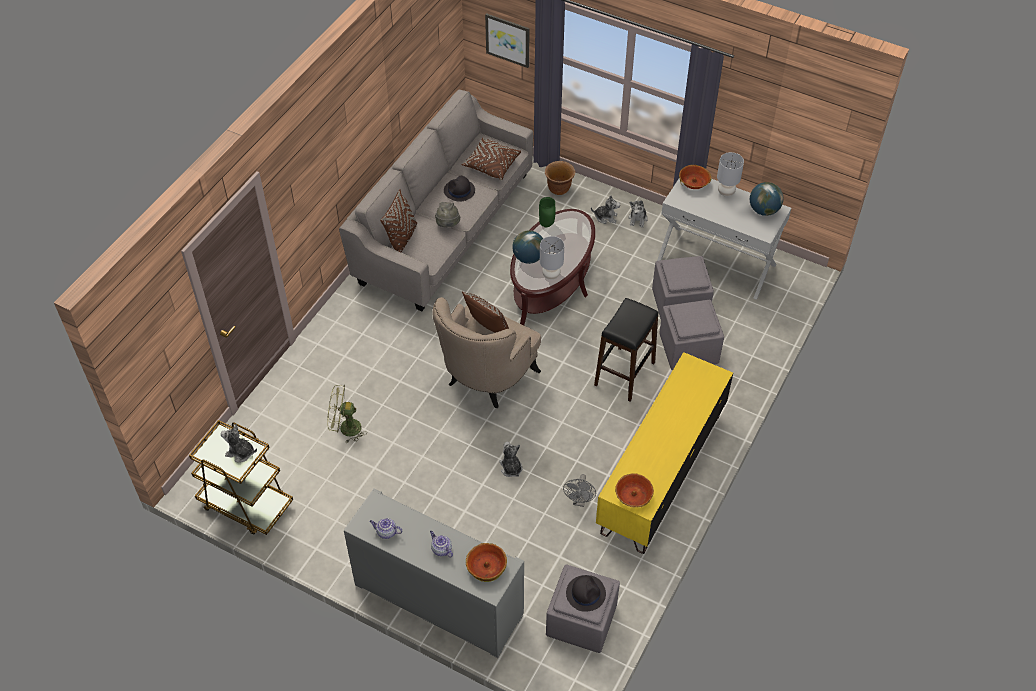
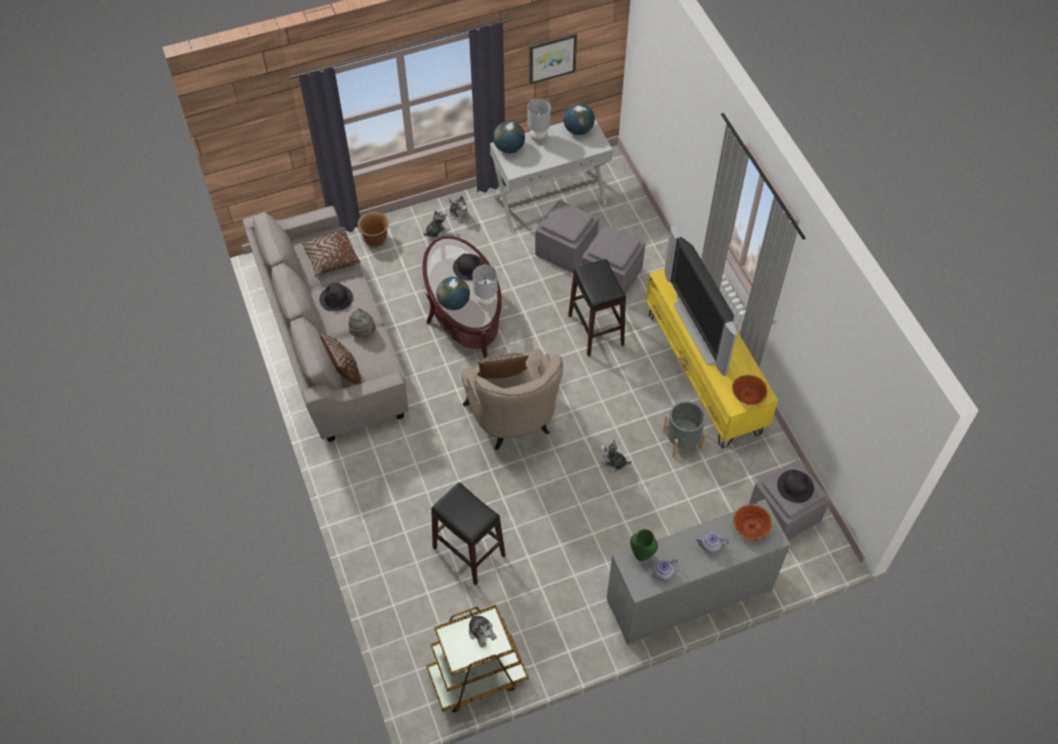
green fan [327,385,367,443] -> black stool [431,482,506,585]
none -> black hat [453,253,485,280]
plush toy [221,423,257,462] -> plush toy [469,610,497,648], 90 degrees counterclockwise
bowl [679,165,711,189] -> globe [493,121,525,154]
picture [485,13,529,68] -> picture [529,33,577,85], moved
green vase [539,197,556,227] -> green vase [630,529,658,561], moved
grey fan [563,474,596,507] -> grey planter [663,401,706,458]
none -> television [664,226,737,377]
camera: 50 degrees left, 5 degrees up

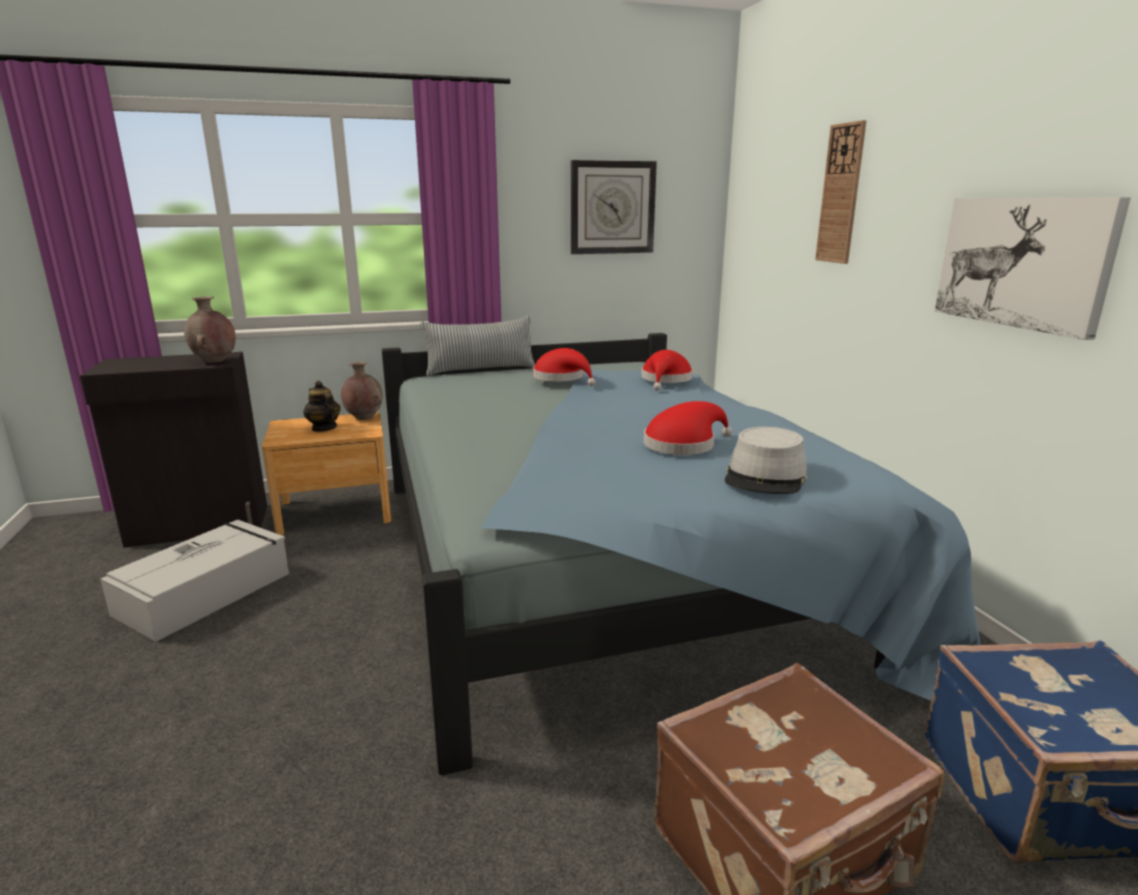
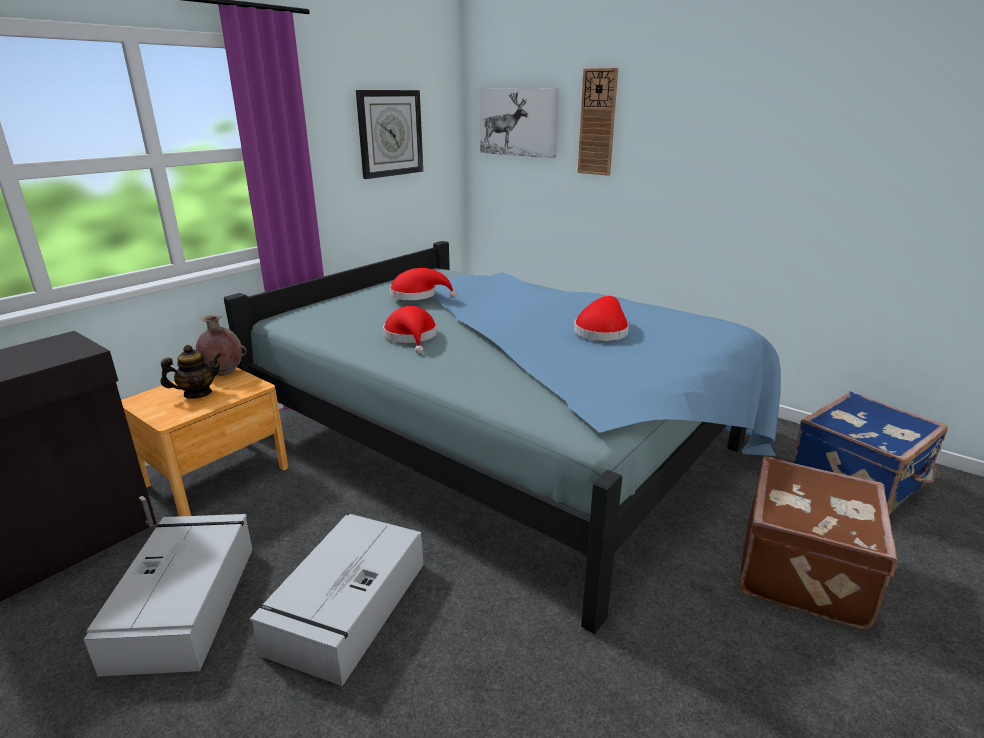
teapot [303,381,341,432] -> teapot [161,345,222,399], 135 degrees clockwise
none -> grey storage box [249,514,423,686]
red hat [641,350,693,390] -> red hat [383,306,437,354], moved
picture [935,197,1131,340] -> picture [480,88,559,158], moved
brown vase [184,296,236,363] -> none
pillow [420,316,535,376] -> none
grey hat [724,427,807,494] -> none
camera: 35 degrees left, 5 degrees up

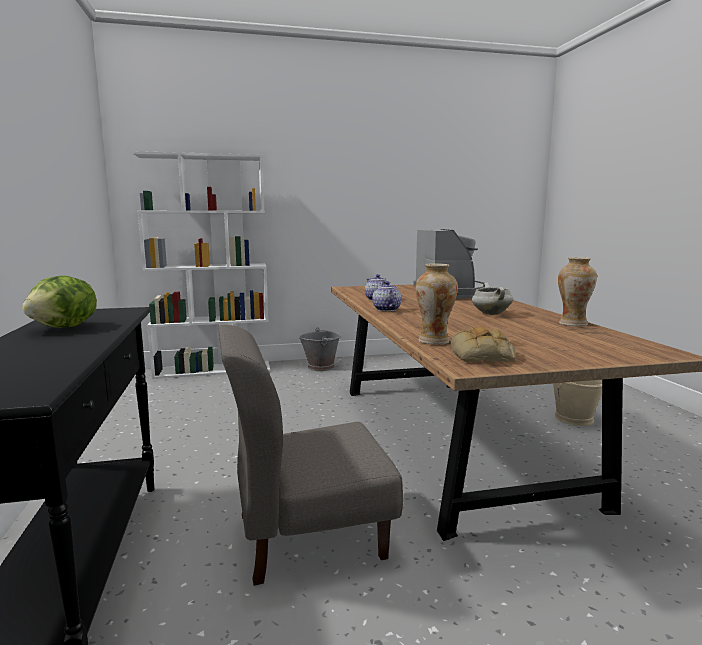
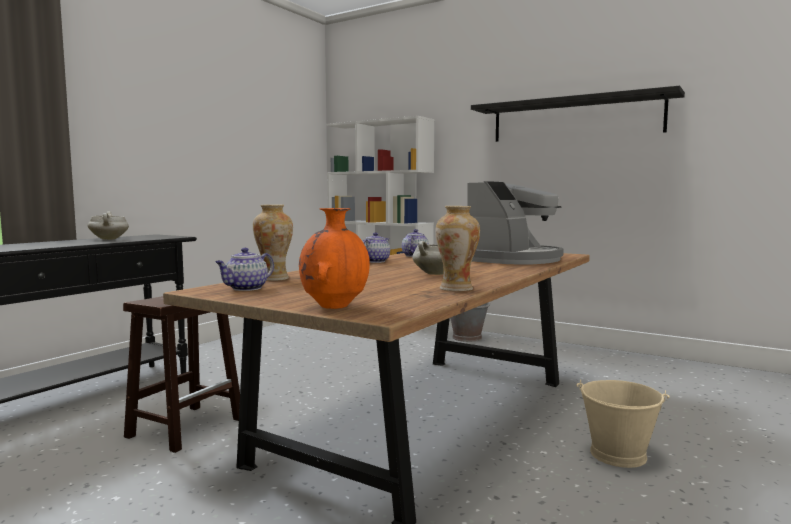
lettuce [22,276,97,328] -> white cooking pot [87,211,129,240]
grey chair [218,325,403,586] -> brown stool [123,296,240,453]
bread [451,326,516,362] -> teapot [215,248,274,291]
none -> orange vase [299,208,370,309]
none -> black shelf [471,86,685,142]
camera: 45 degrees right, 5 degrees down

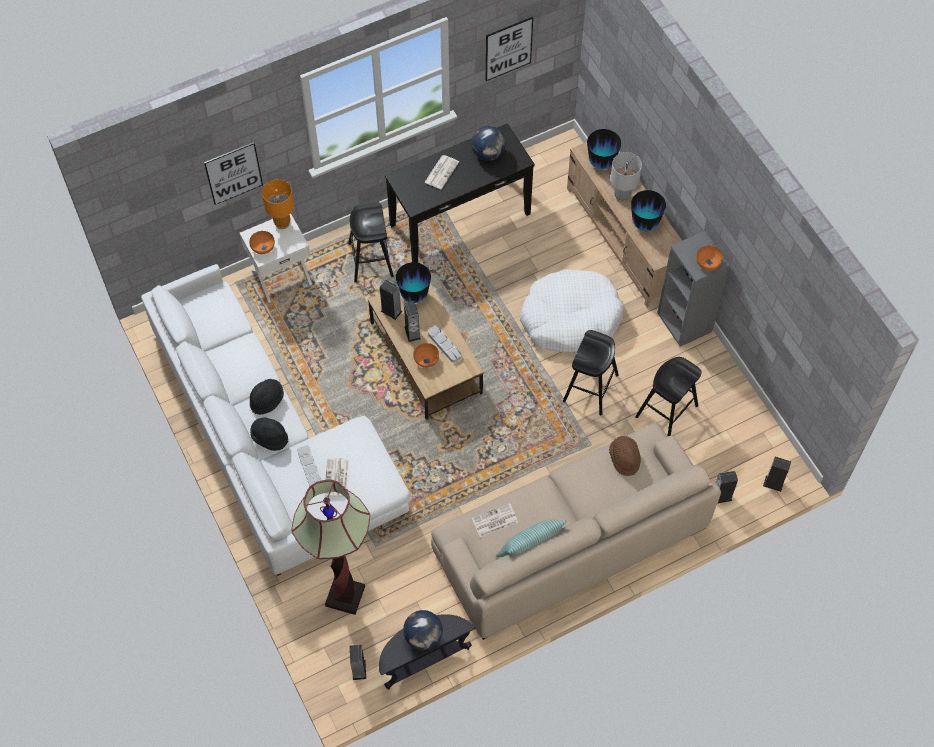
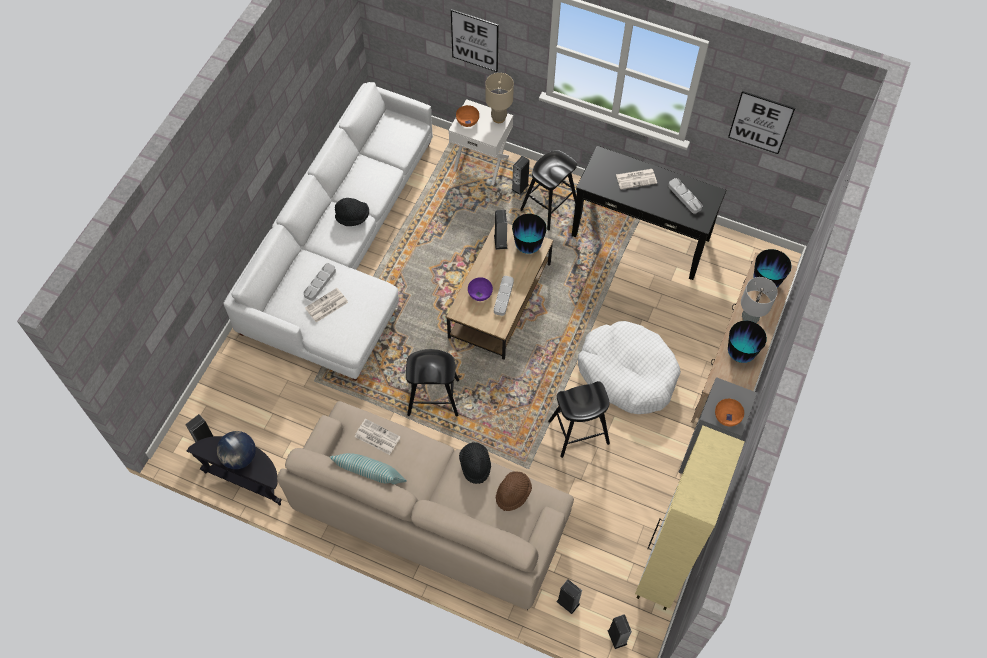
black stool [635,357,701,437] -> black stool [406,349,459,416], moved
black hat [250,417,288,451] -> black hat [459,442,491,484], moved
orange bowl [414,343,439,368] -> purple bowl [468,277,493,301]
orange table lamp [262,179,294,229] -> beige table lamp [485,73,514,123]
speaker [404,301,421,342] -> speaker [512,156,530,195], moved
none -> beige cabinet [635,426,745,610]
globe [471,126,506,161] -> grey tray [668,178,703,214]
floor lamp [291,479,370,615] -> none
camera: 50 degrees right, 0 degrees up

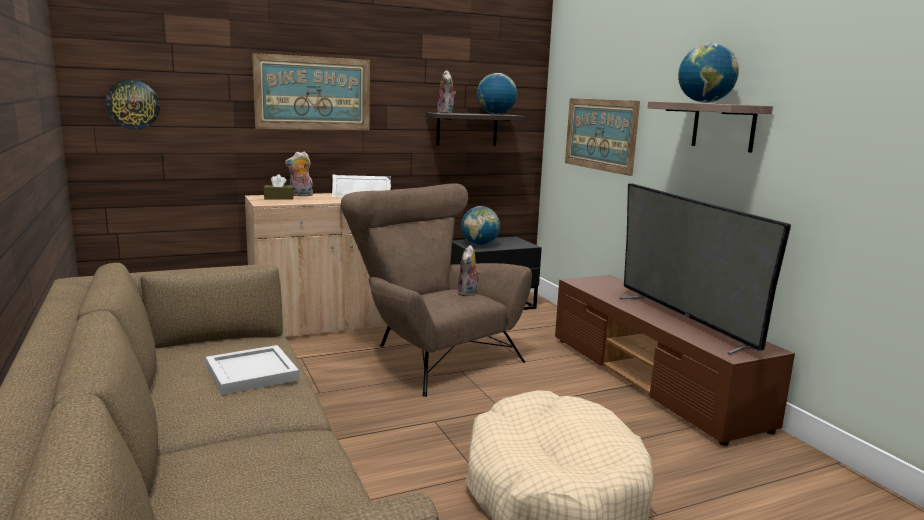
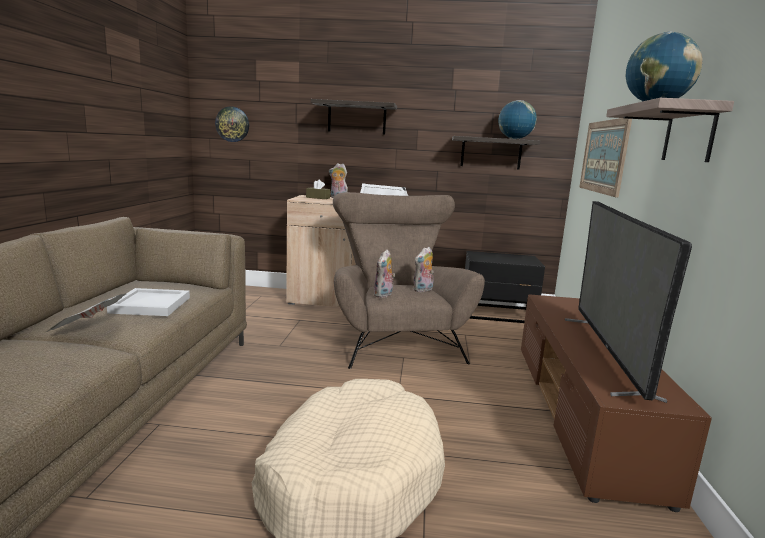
none -> newspaper [46,293,127,332]
picture [252,53,370,130] -> shelf [311,99,397,134]
plush toy [437,70,456,113] -> plush toy [373,250,395,298], moved
globe [461,206,500,246] -> none
camera: 30 degrees right, 0 degrees up

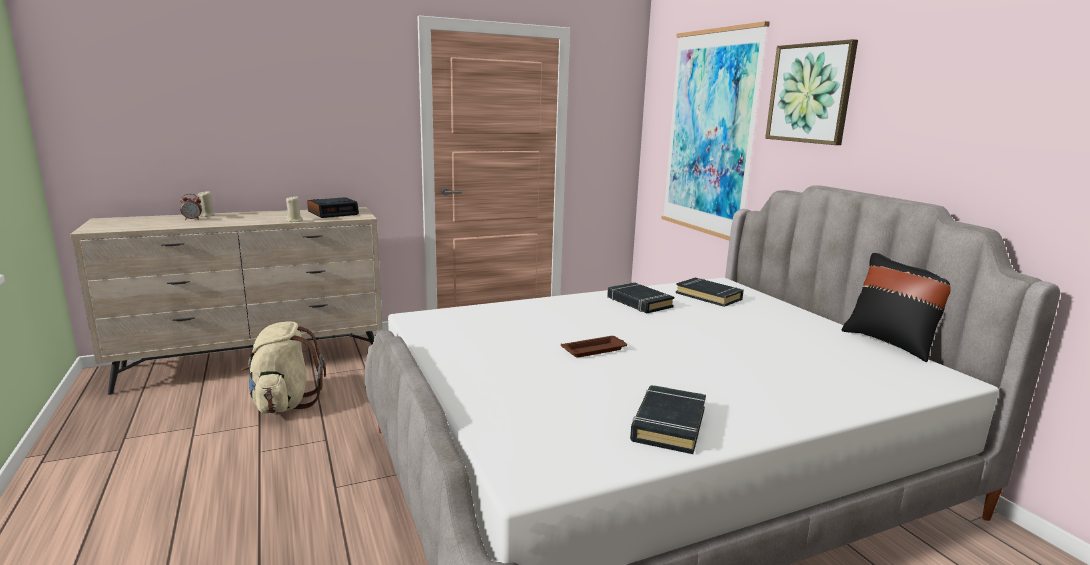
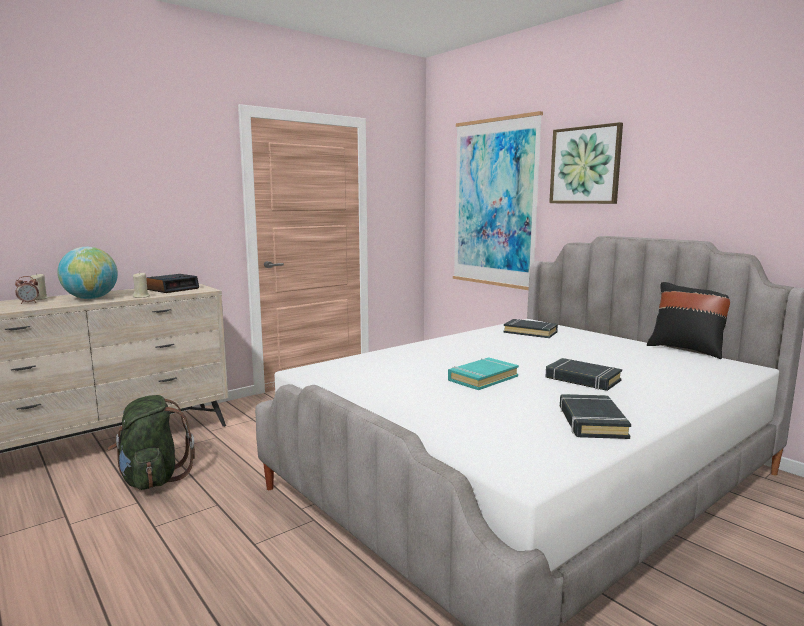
none -> globe [58,247,118,299]
beige backpack [241,321,326,413] -> green backpack [108,395,195,490]
brown tray [561,336,627,358] -> turquoise book [448,357,519,390]
black book [607,282,674,313] -> black book [545,358,622,391], moved
camera: 15 degrees left, 5 degrees down

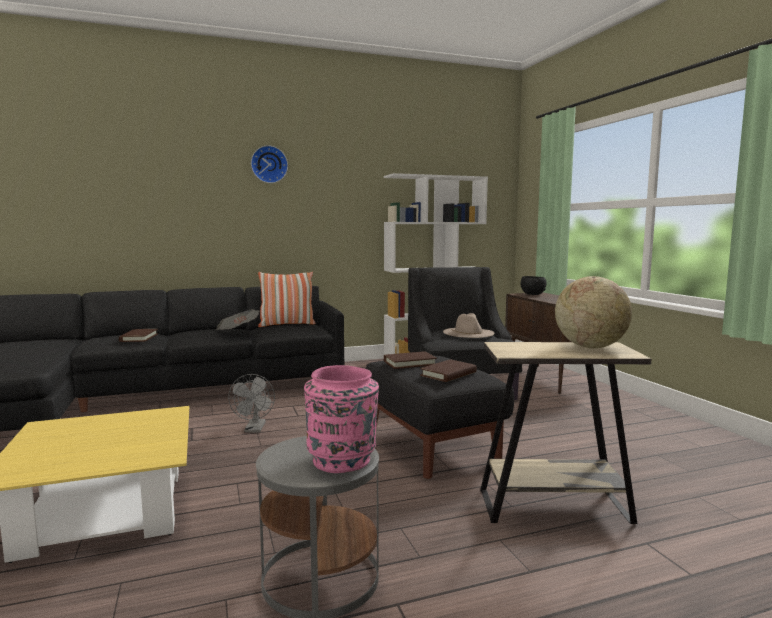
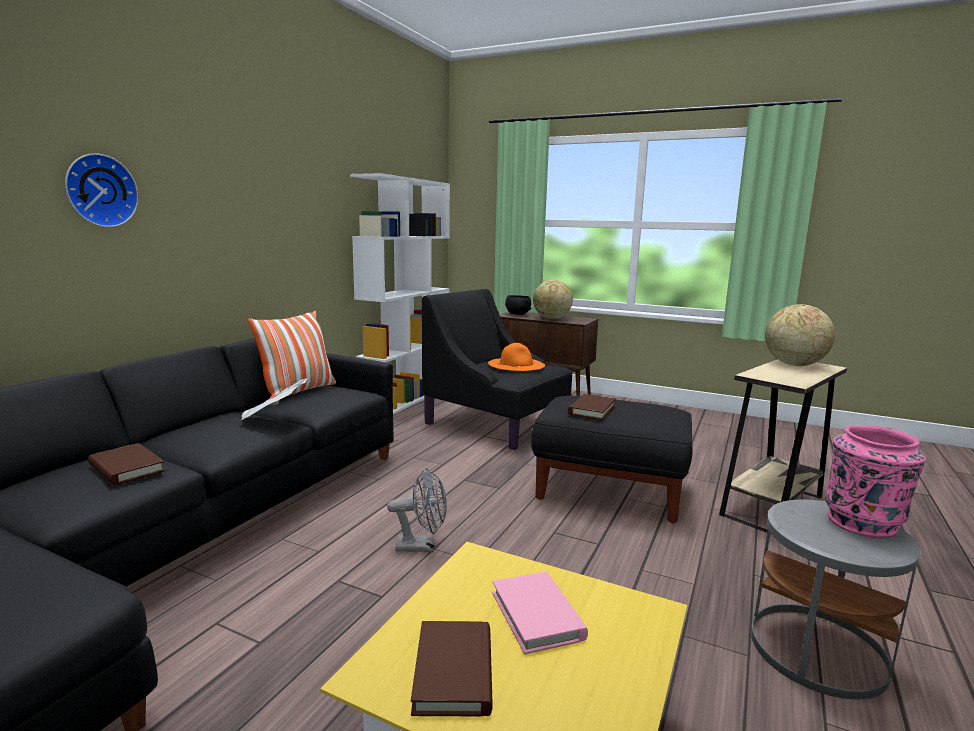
wall clock [251,145,288,183] -> wall clock [65,153,139,228], moved
grey fan [228,374,275,432] -> grey fan [387,468,447,552], 45 degrees counterclockwise
brown book [420,359,477,382] -> brown book [411,621,492,716], moved
beige hat [443,313,495,338] -> orange hat [488,343,545,371]
none -> pink book [492,572,588,654]
none -> globe [533,280,573,319]
camera: 45 degrees left, 5 degrees up

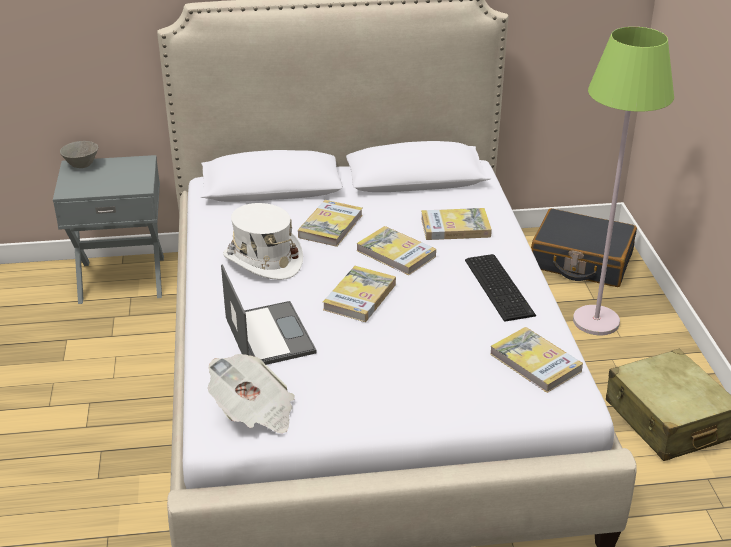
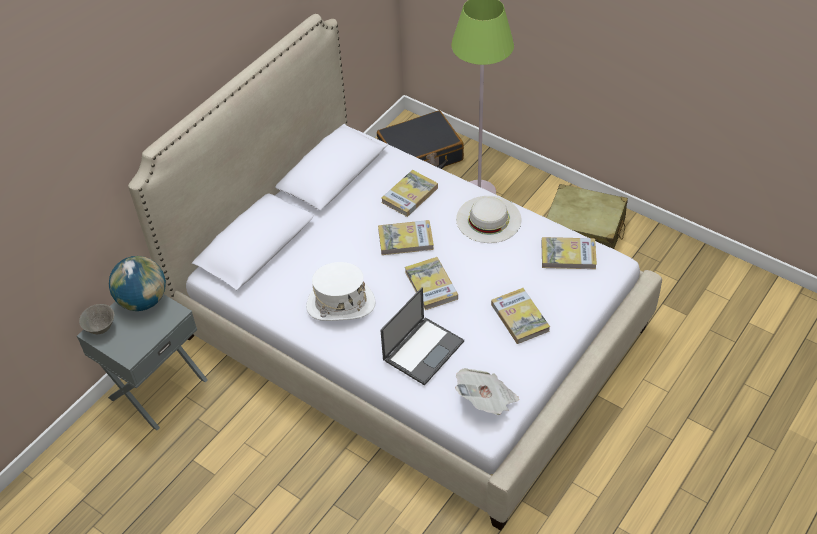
none -> globe [109,256,166,311]
laptop [221,264,317,365] -> laptop [380,287,464,386], 105 degrees clockwise
keyboard [465,254,536,322] -> white hat [456,196,521,243]
book [298,200,363,247] -> book [491,288,550,344], moved
camera: 45 degrees left, 15 degrees up

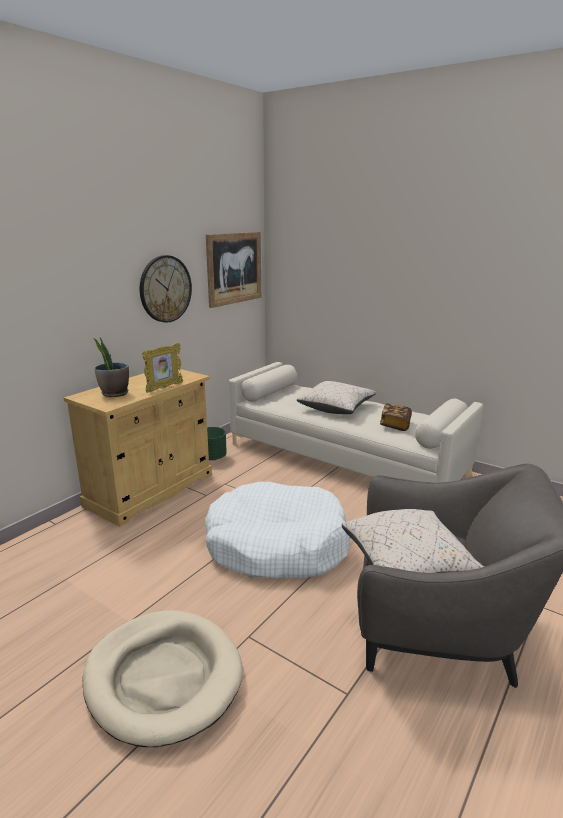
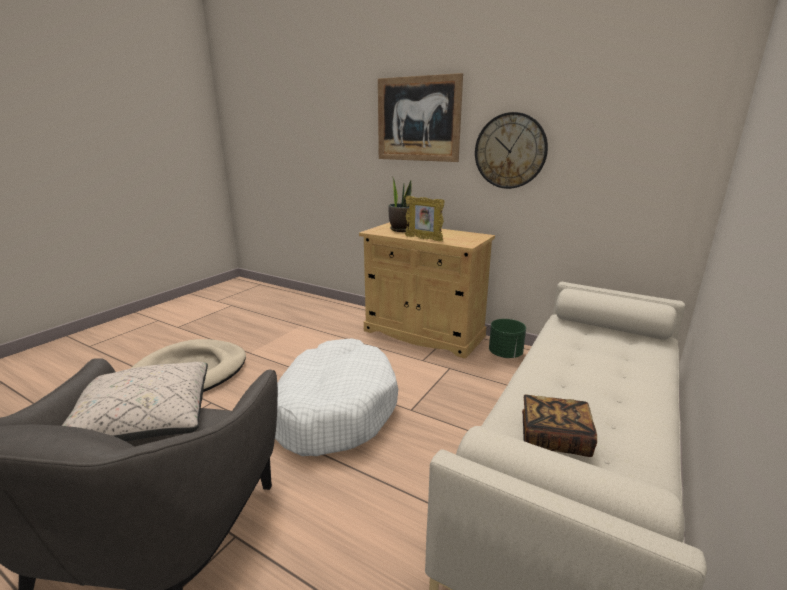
picture [206,232,261,308] -> picture [378,73,463,162], moved
beige pillow [297,381,376,414] -> none
camera: 85 degrees right, 0 degrees up

